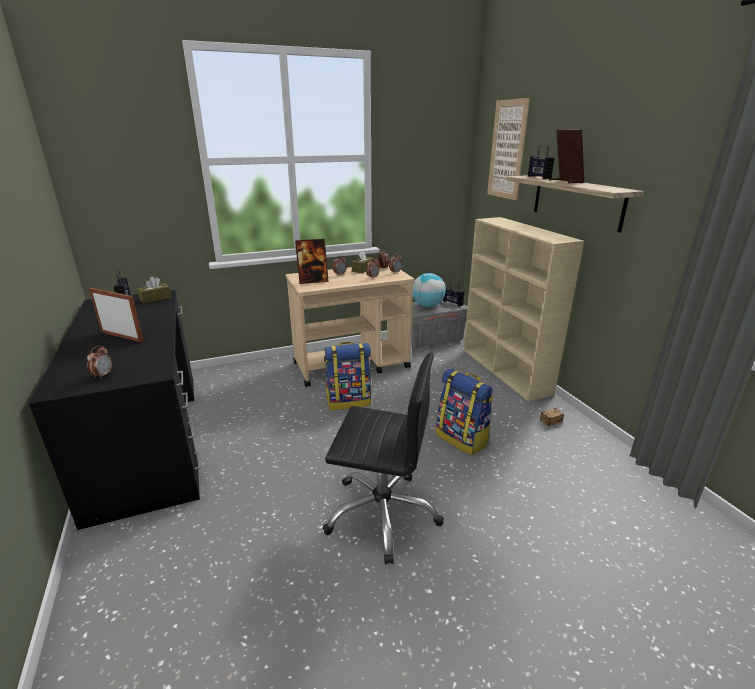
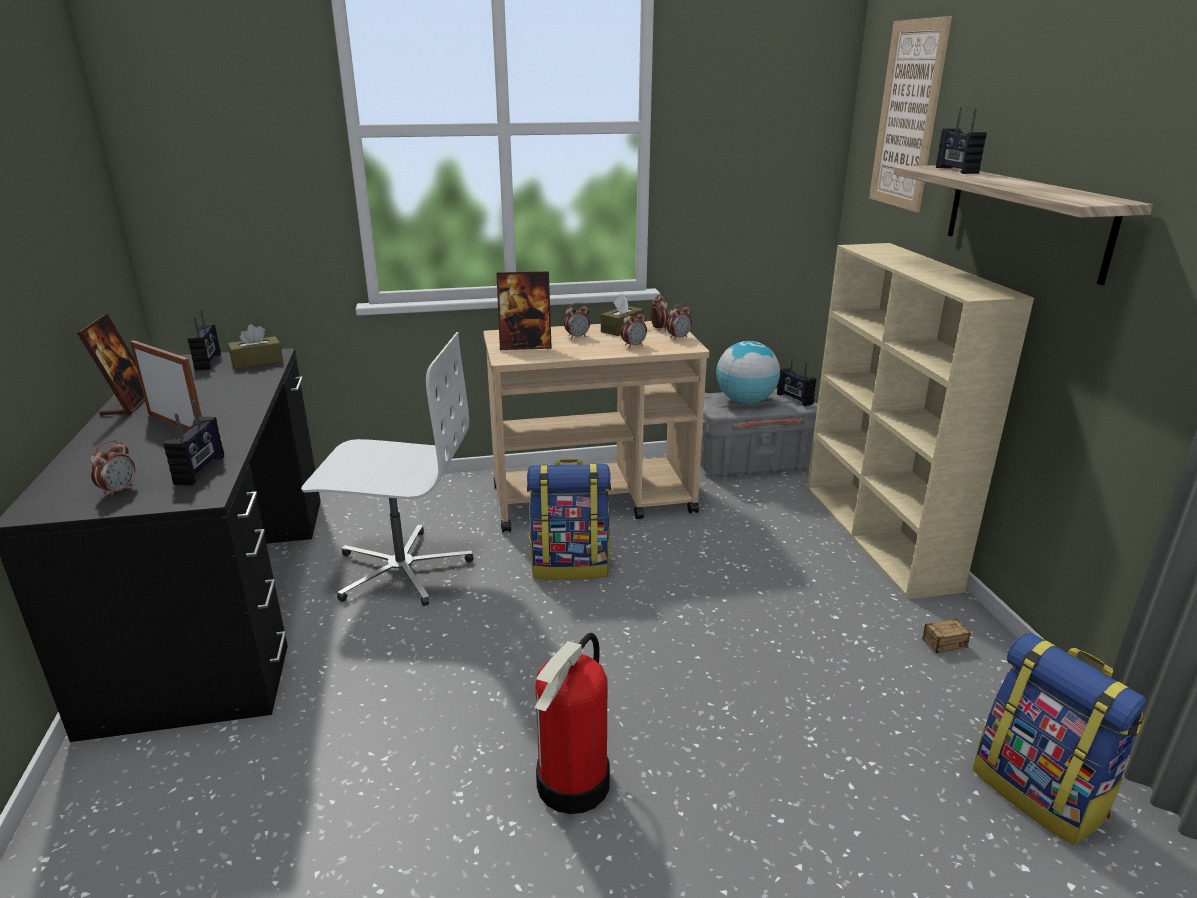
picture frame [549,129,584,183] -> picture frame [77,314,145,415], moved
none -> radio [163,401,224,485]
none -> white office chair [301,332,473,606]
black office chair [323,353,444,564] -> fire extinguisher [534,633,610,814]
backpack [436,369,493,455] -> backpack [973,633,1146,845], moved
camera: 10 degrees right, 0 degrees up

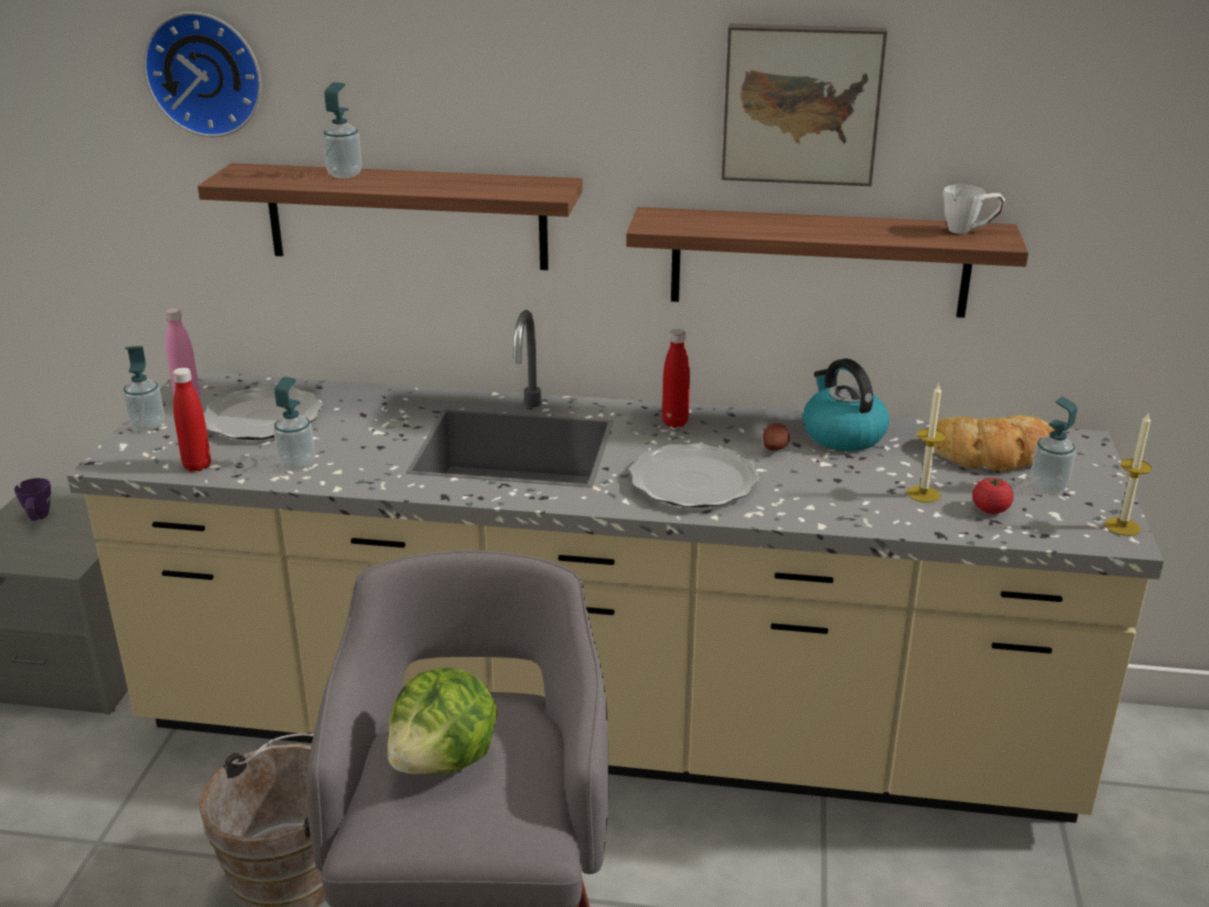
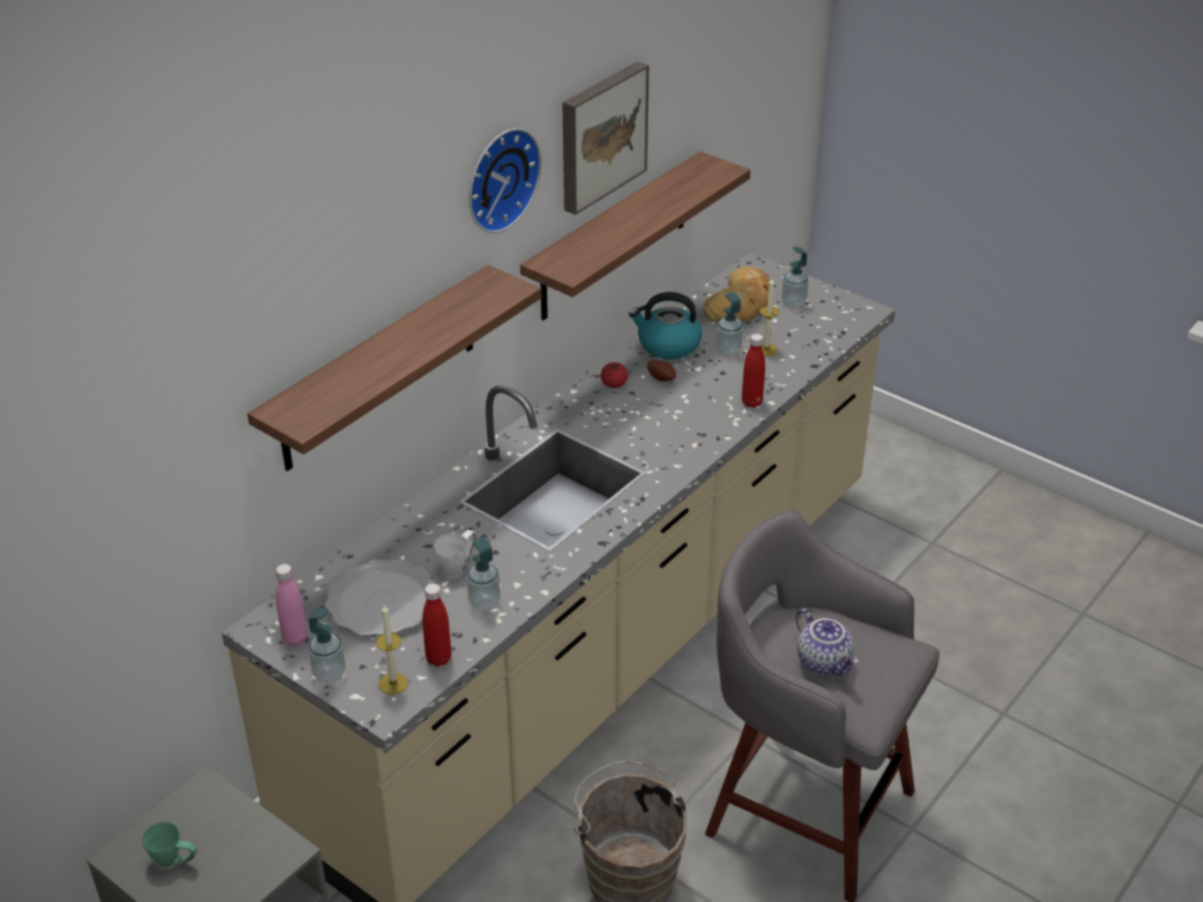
purple mug [14,478,51,521] -> green mug [142,822,196,867]
candle [1105,412,1152,536] -> candle [376,605,408,695], moved
white mug [943,185,1005,234] -> white mug [434,530,475,576], moved
wall clock [143,12,261,137] -> wall clock [469,128,542,233], moved
tomato [972,478,1014,514] -> tomato [600,362,628,388], moved
soap dispenser [323,82,362,179] -> soap dispenser [716,291,743,357], moved
red bottle [662,329,690,428] -> red bottle [742,334,765,408], moved
lettuce [387,668,497,775] -> teapot [796,608,858,676]
plate [629,443,759,507] -> none
camera: 60 degrees left, 10 degrees up

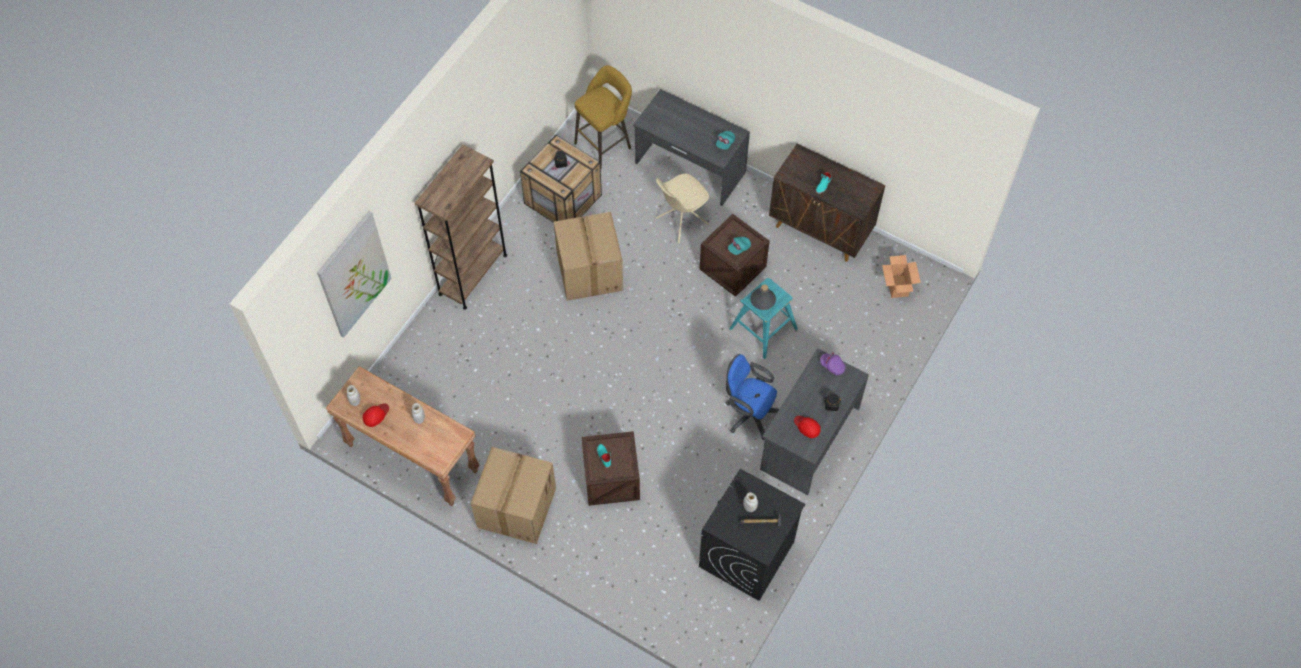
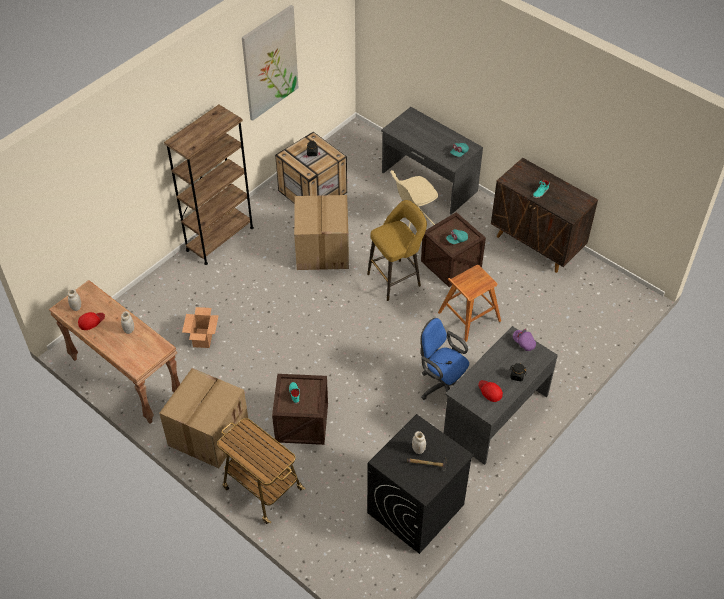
cardboard box [882,255,921,298] -> cardboard box [182,307,219,348], moved
none -> cart [217,418,306,524]
picture [317,211,392,337] -> picture [242,5,298,121], moved
yellow stool [574,65,632,169] -> yellow stool [367,200,427,301], moved
turquoise stool [729,278,798,359] -> brown stool [438,265,501,342]
grey bottle [750,284,776,310] -> none
camera: 10 degrees right, 10 degrees down

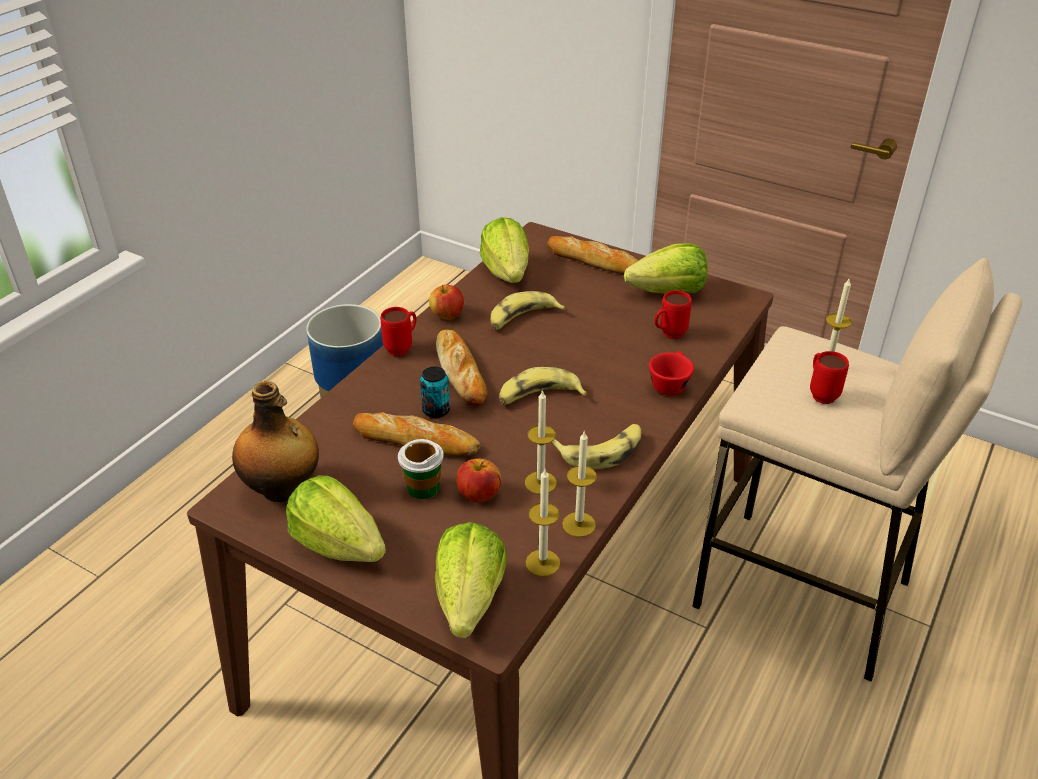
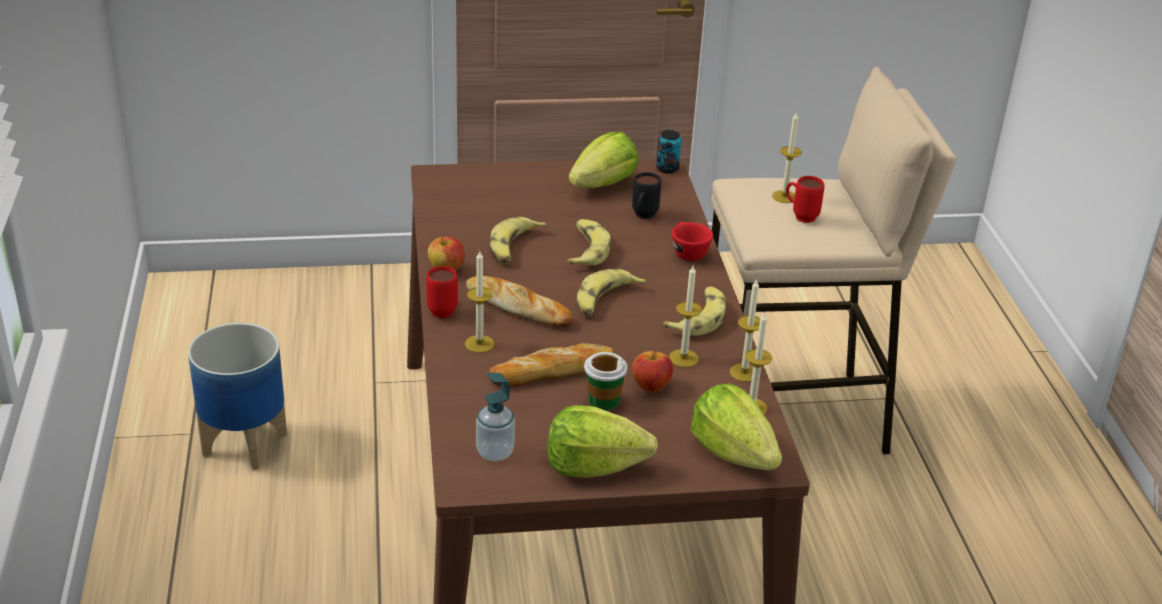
none -> candle [465,251,494,353]
bottle [232,381,319,502] -> soap dispenser [476,373,515,461]
none -> banana [567,219,611,265]
red mug [655,290,692,339] -> black mug [632,172,661,219]
can [420,366,450,418] -> can [656,130,682,174], moved
lettuce [480,217,529,283] -> none
bread [547,236,638,274] -> none
camera: 40 degrees left, 5 degrees down

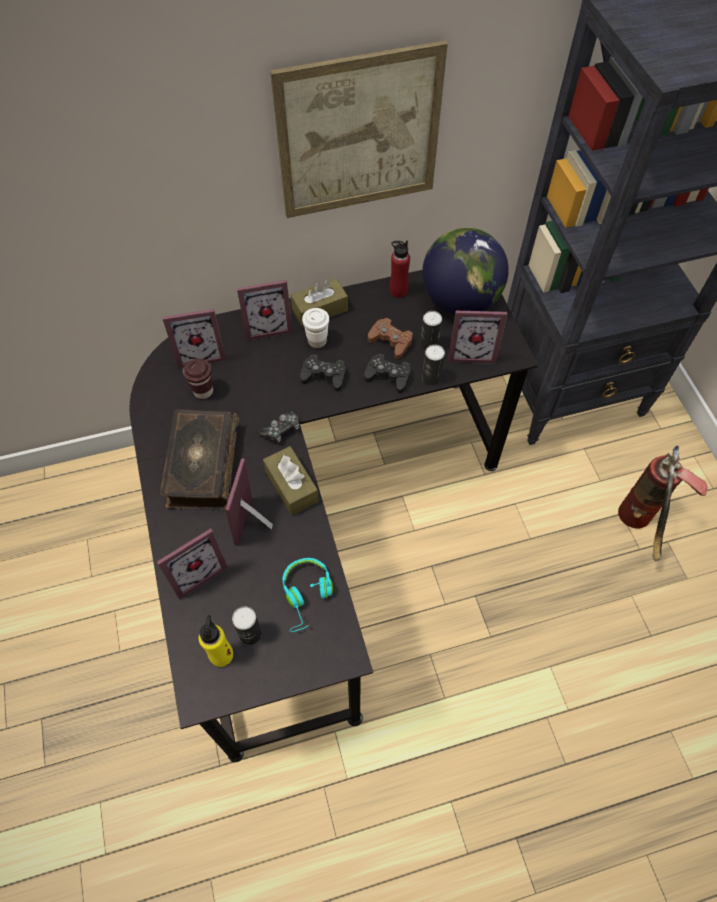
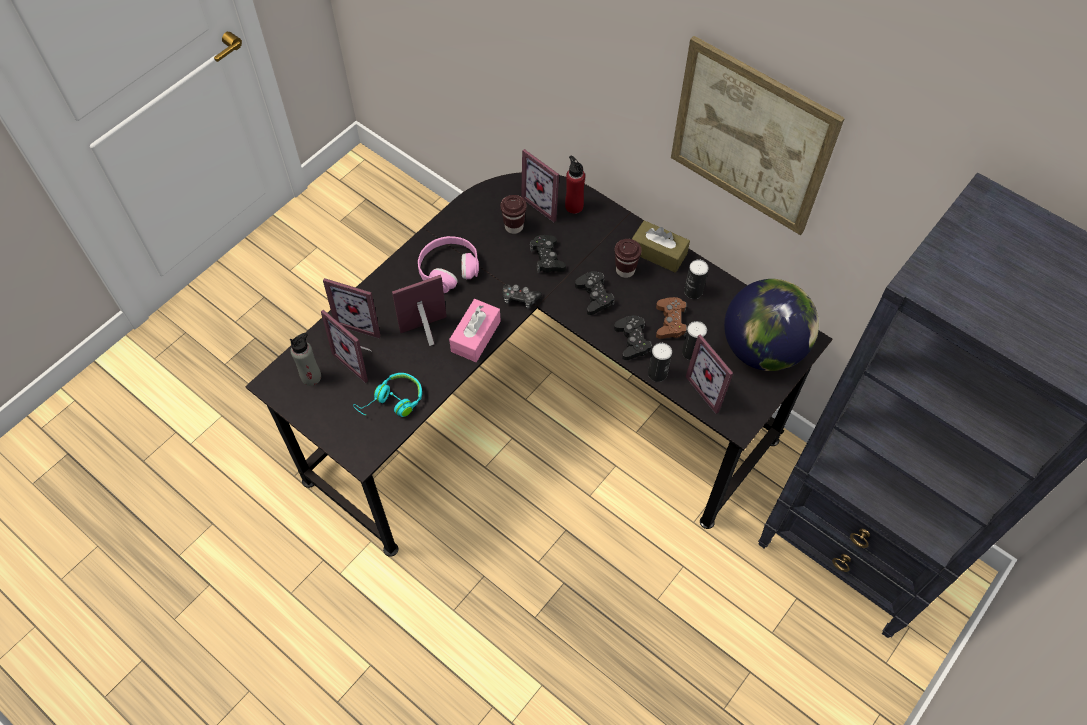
yellow bottle [199,615,233,667] -> grey bottle [290,333,321,386]
picture frame [237,280,293,341] -> picture frame [321,310,371,383], moved
book [160,409,239,510] -> pink headphones [418,236,479,293]
brown tissue box [263,446,319,515] -> pink tissue box [449,299,501,362]
none -> black game controller [530,235,566,273]
red bottle [390,240,410,298] -> red bottle [565,155,585,214], moved
white cup [302,308,329,348] -> brown cup [614,239,642,278]
can [232,606,262,645] -> can [684,259,709,299], moved
fire extinguisher [618,446,708,561] -> none
camera: 55 degrees right, 0 degrees up

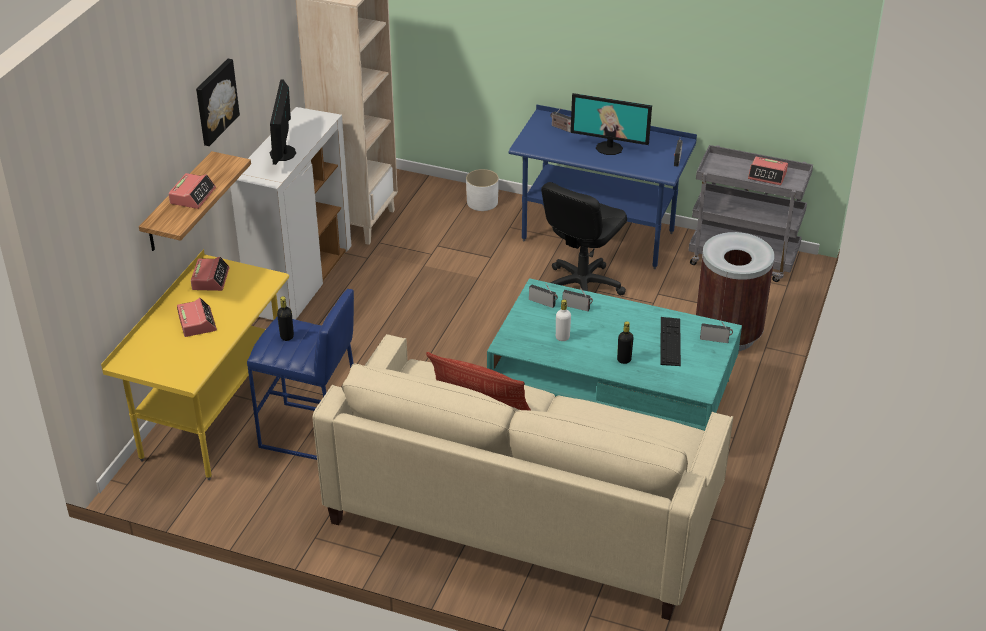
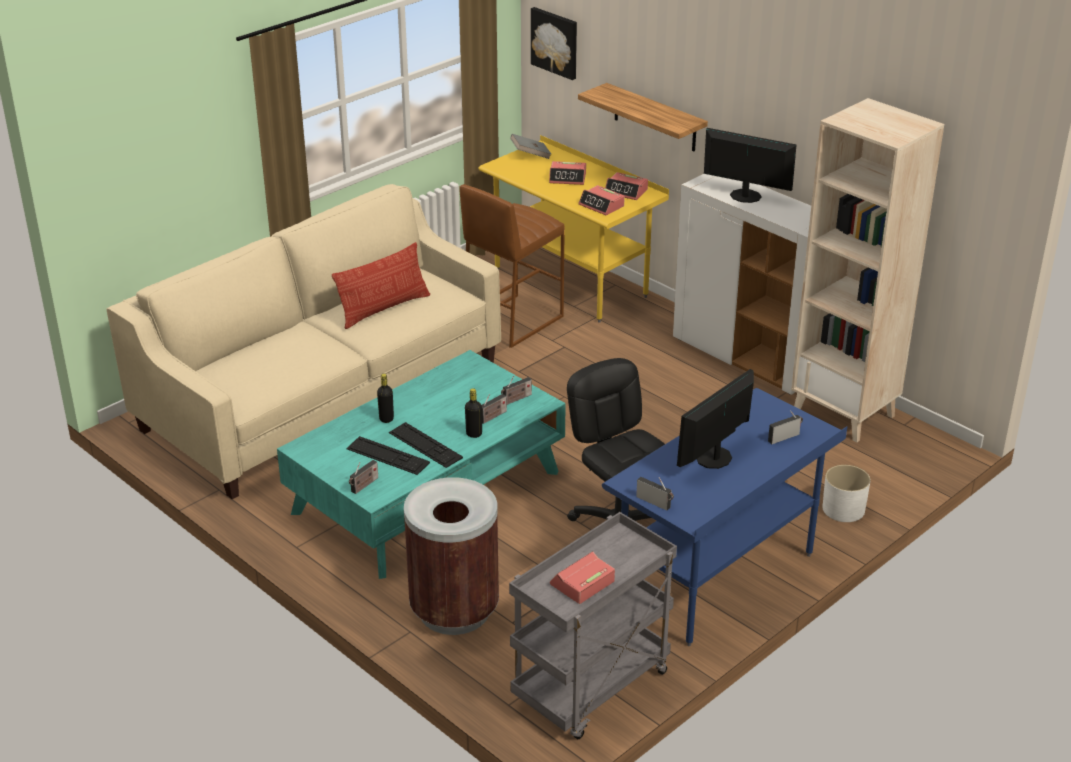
none -> keyboard [389,422,463,468]
blue stool [247,289,354,460] -> brown stool [459,184,565,348]
black bottle [277,296,294,341] -> black bottle [465,388,482,438], moved
none -> grey book [510,134,551,159]
picture [196,59,240,146] -> picture [531,7,577,80], moved
alarm clock [168,173,216,209] -> alarm clock [578,185,625,215], moved
white bottle [556,299,571,341] -> none
camera: 115 degrees right, 5 degrees down

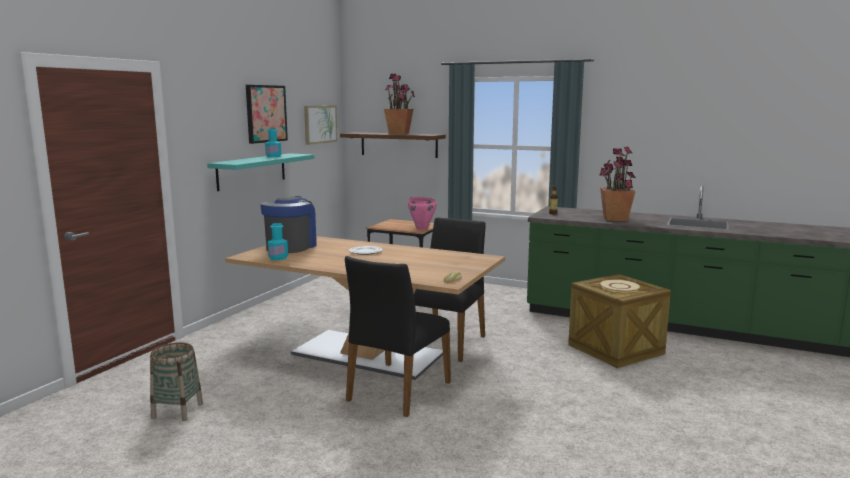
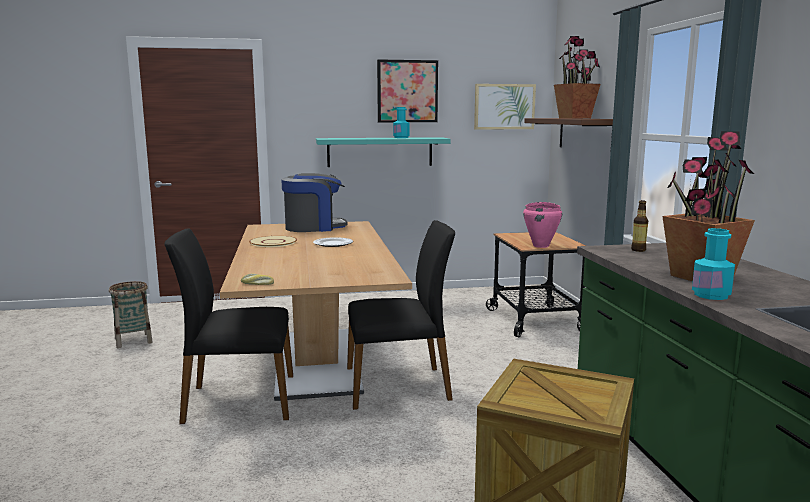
beige plate [599,279,641,292] -> beige plate [249,236,297,247], moved
turquoise bottle [268,223,288,260] -> turquoise bottle [692,228,735,300], moved
camera: 55 degrees right, 0 degrees up

